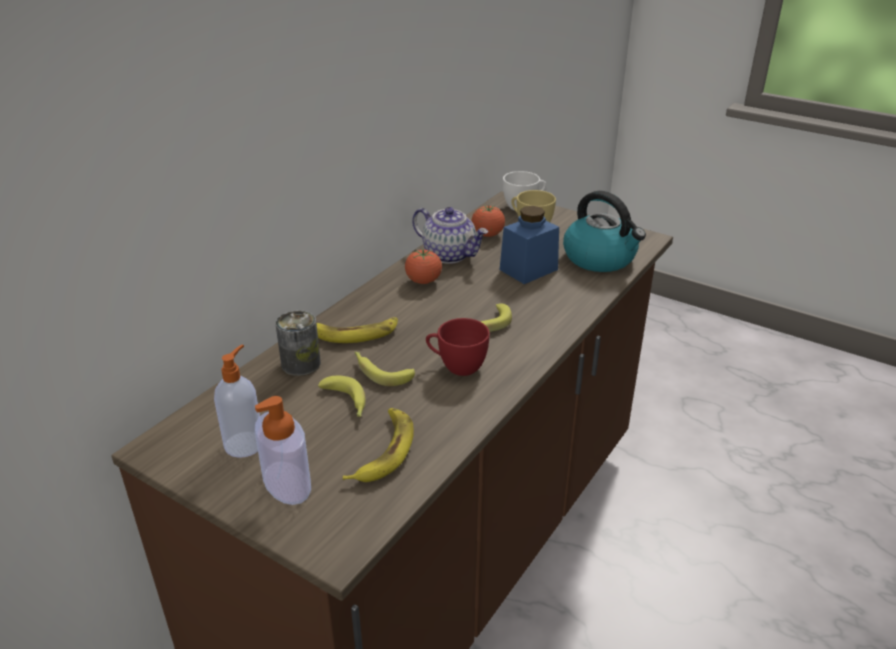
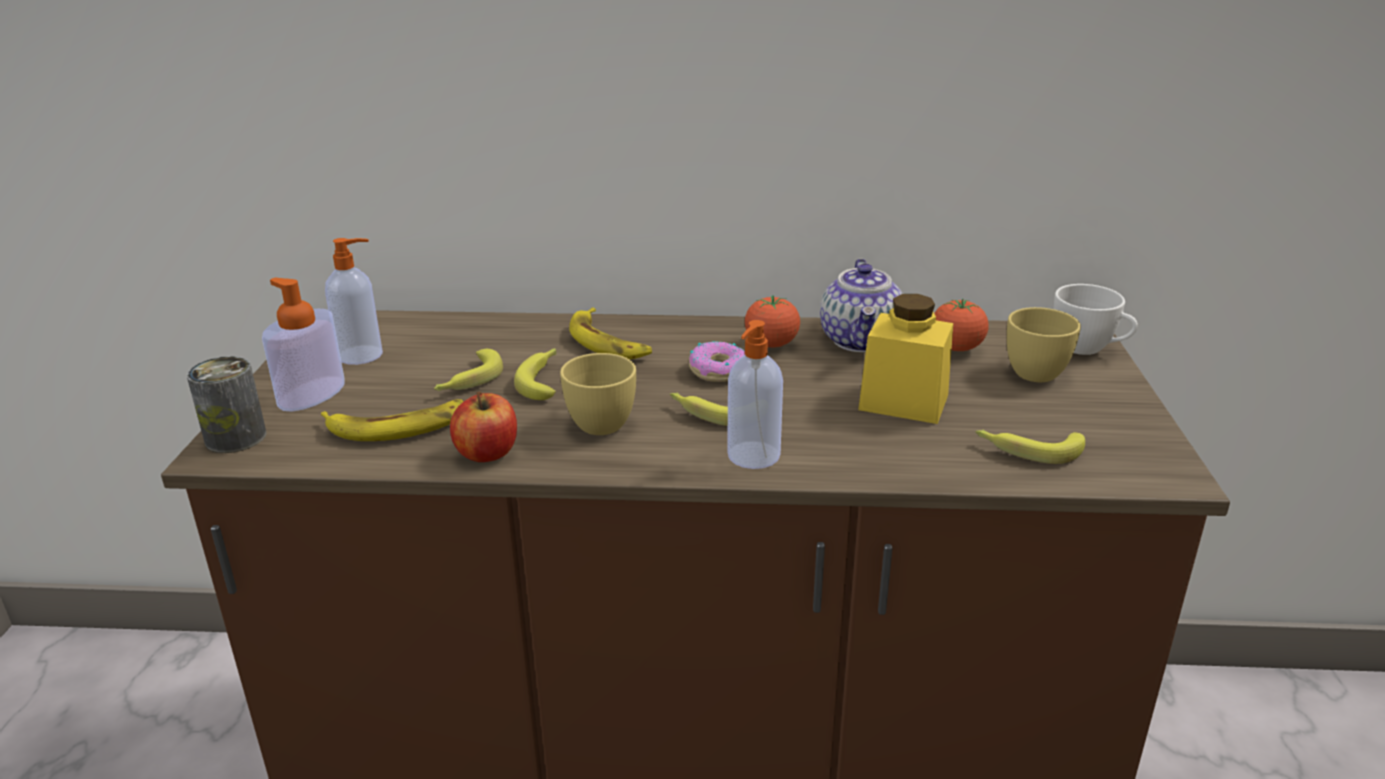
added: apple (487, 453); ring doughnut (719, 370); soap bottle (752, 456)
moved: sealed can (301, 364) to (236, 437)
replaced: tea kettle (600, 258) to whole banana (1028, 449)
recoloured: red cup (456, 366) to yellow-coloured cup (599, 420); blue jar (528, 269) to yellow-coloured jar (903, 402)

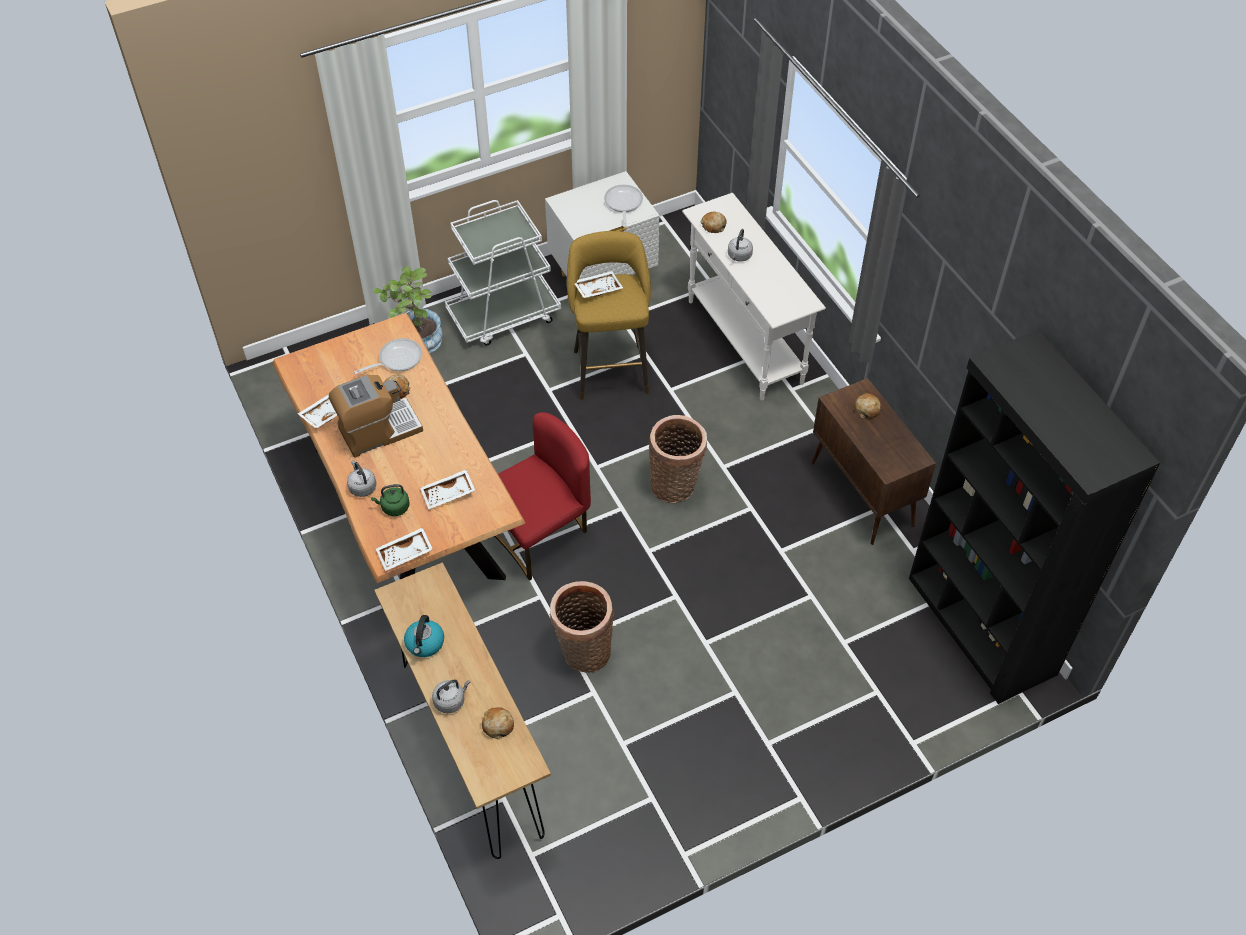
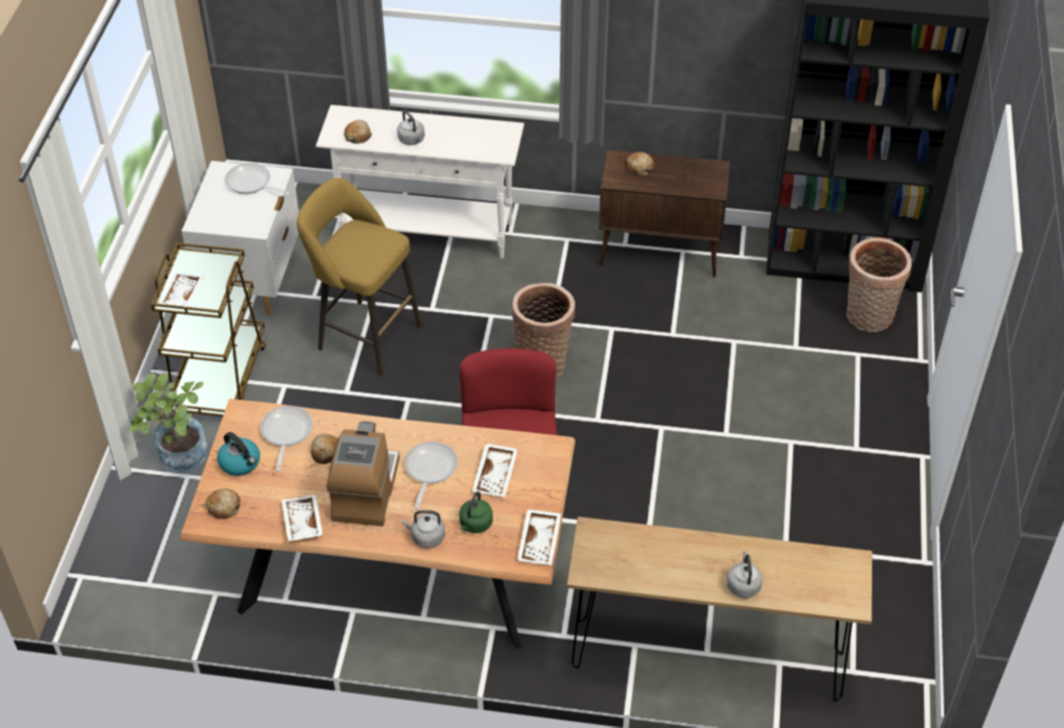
added: pan (429, 470)
moved: tea kettle (425, 644) to (240, 463); baked bread (498, 725) to (224, 507); household basket (583, 652) to (868, 318); white-coloured carrying tray (597, 288) to (181, 295)
recoloured: white-coloured wheeled cart (504, 315) to brownish wheeled cart (219, 376)

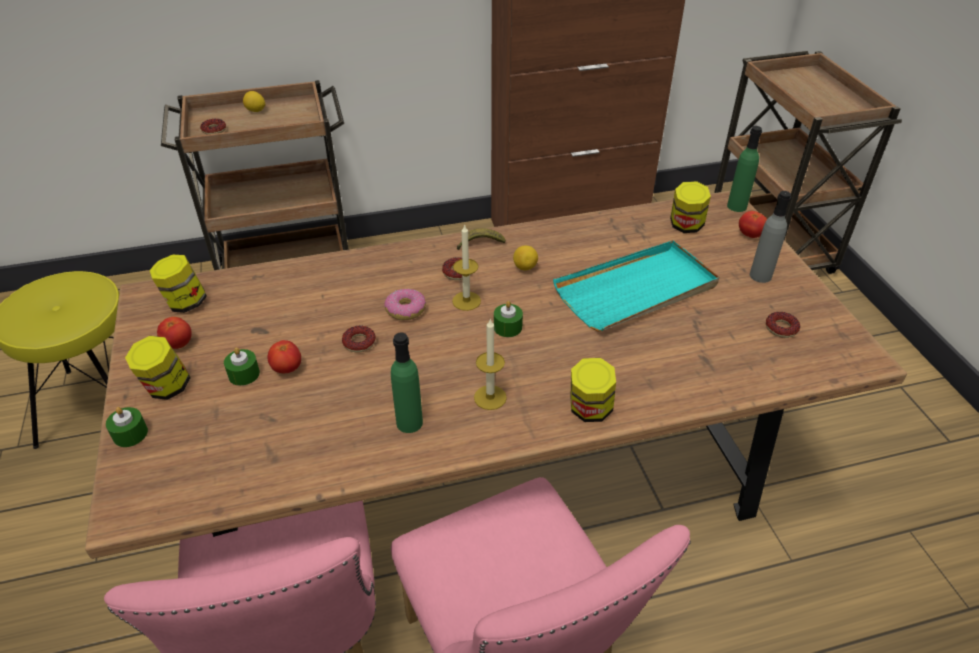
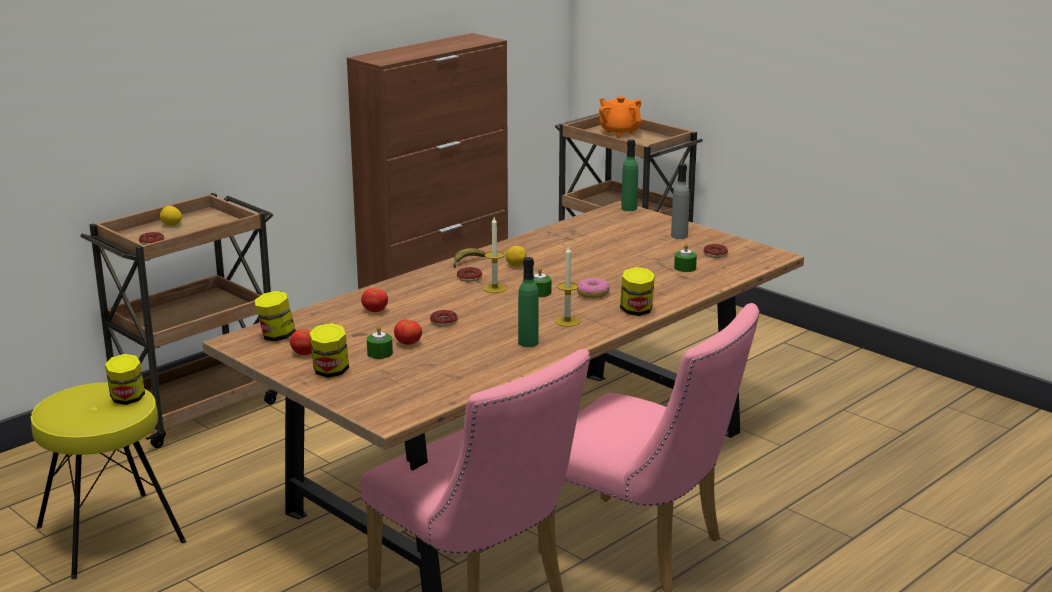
removed: turquoise-coloured carrying tray (637, 290)
added: orange-coloured teapot (619, 132)
moved: green-coloured wax candle (130, 434) to (685, 268); ring doughnut (406, 310) to (592, 294); jar (686, 226) to (127, 399); tomato (750, 235) to (375, 311)

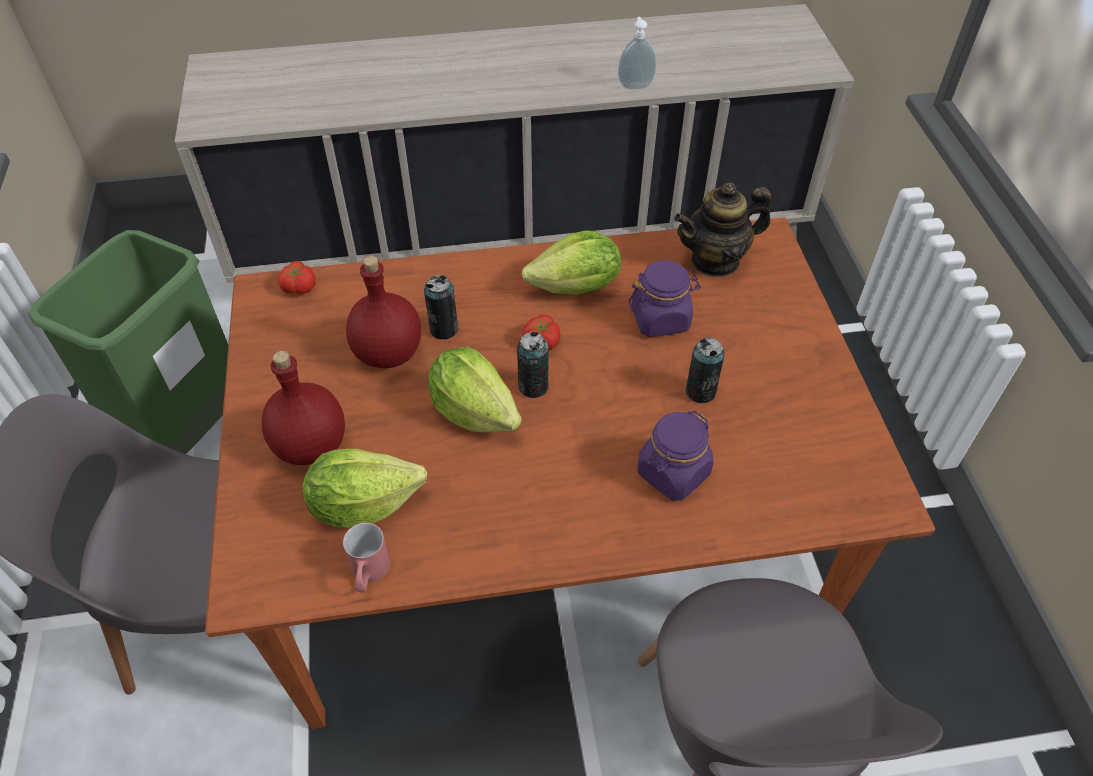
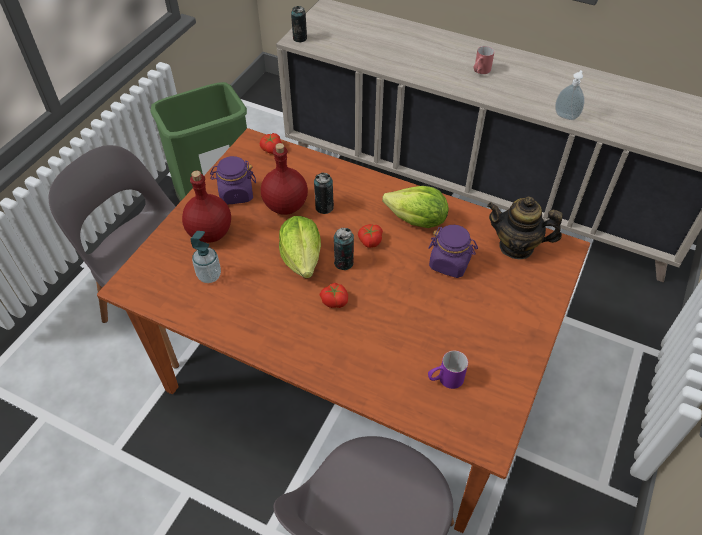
added: tomato (335, 300); purplish tea mug (445, 379)
moved: red tea mug (369, 575) to (480, 71); purplish jar (673, 473) to (236, 194); sealed can (700, 392) to (300, 38)
replaced: head of lettuce (363, 504) to soap bottle (209, 275)

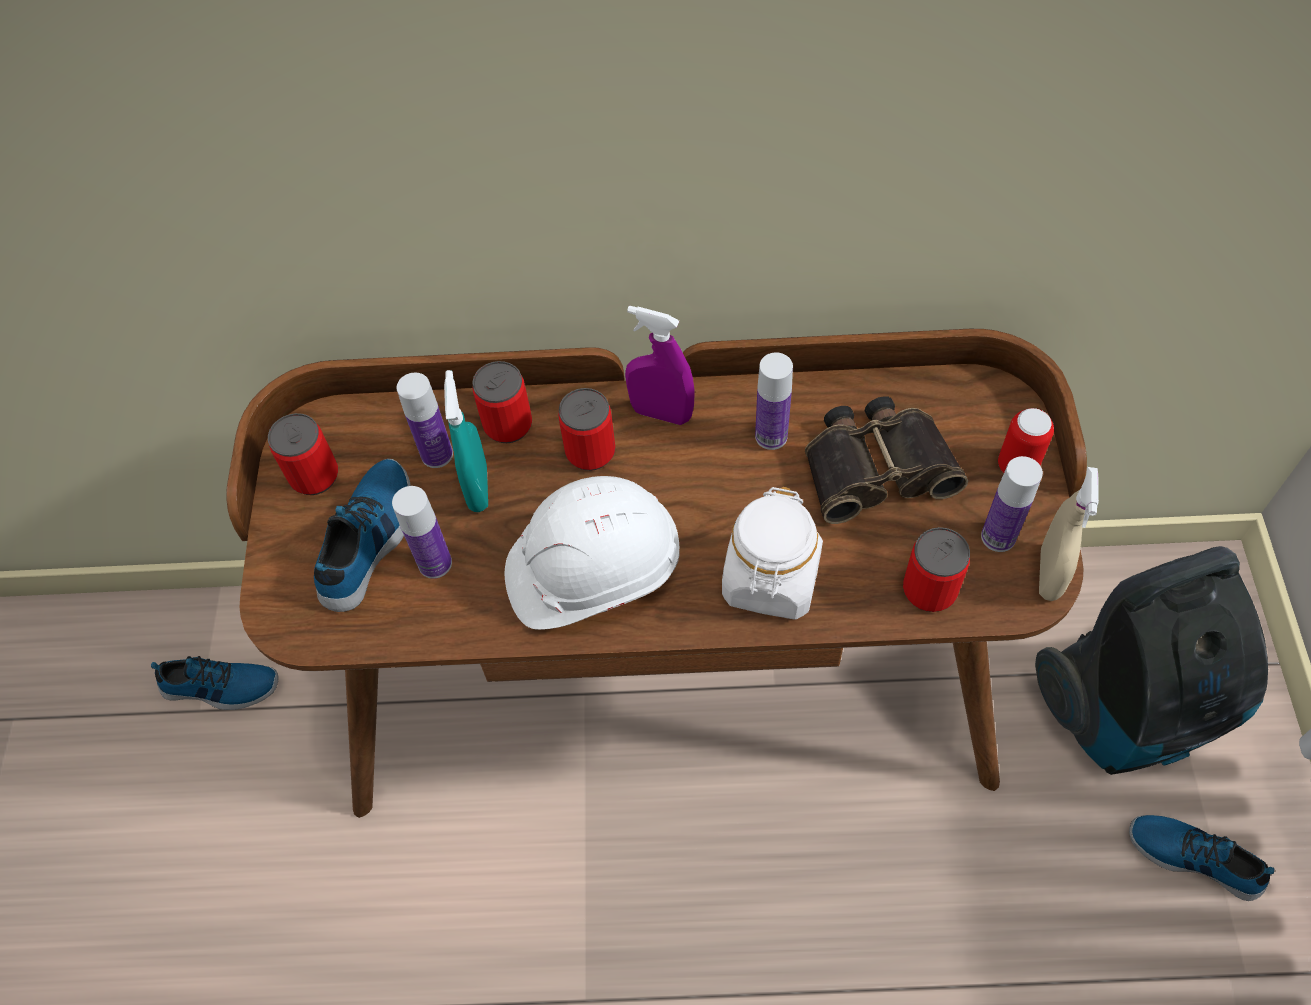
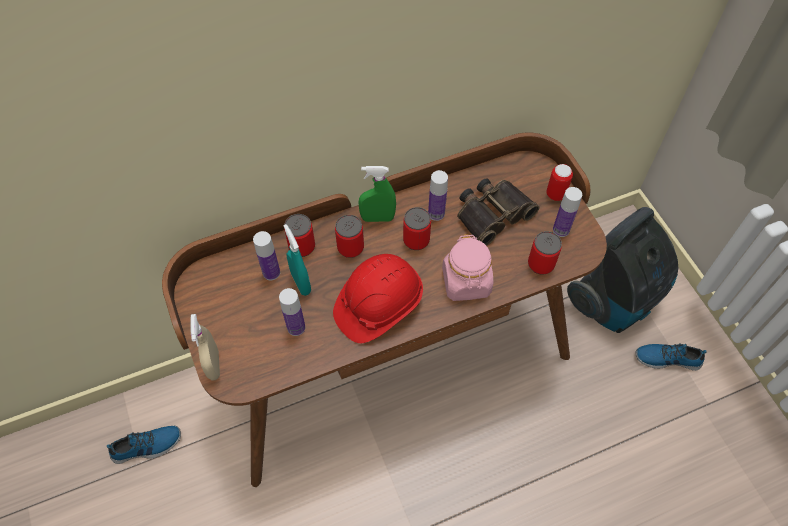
removed: low shoe (369, 540)
moved: sealed can (314, 476) to (416, 240); sand-coloured spray bottle (1049, 574) to (214, 365)
recoloured: white-coloured safety helmet (592, 570) to red safety helmet (378, 305); purplish spray bottle (661, 413) to green-coloured spray bottle (377, 218); white-coloured jar (771, 579) to pink jar (466, 282)

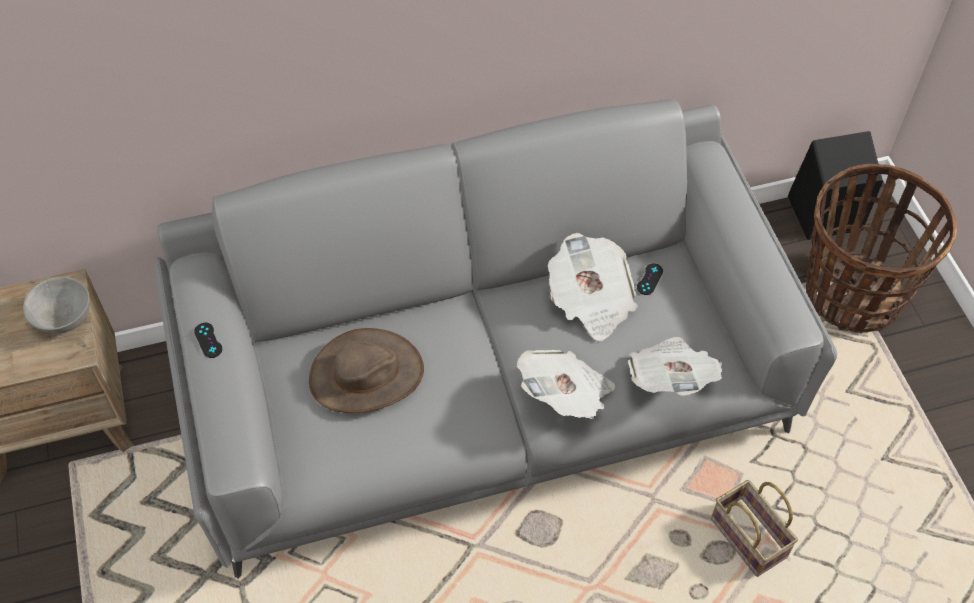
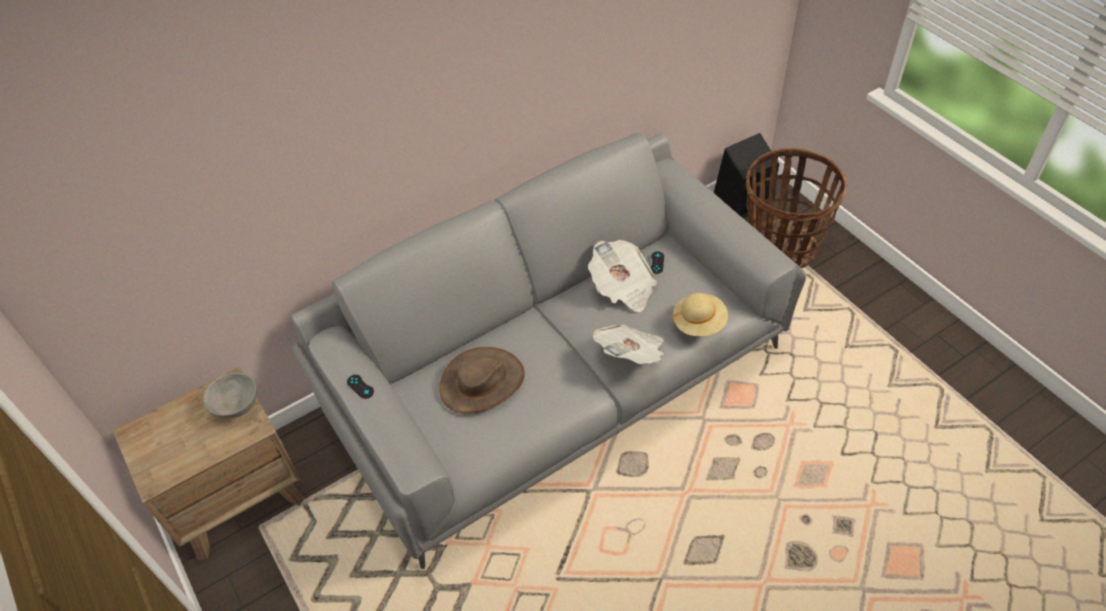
removed: household basket (746, 537)
replaced: daily paper (670, 378) to sand-coloured wearable hat (699, 323)

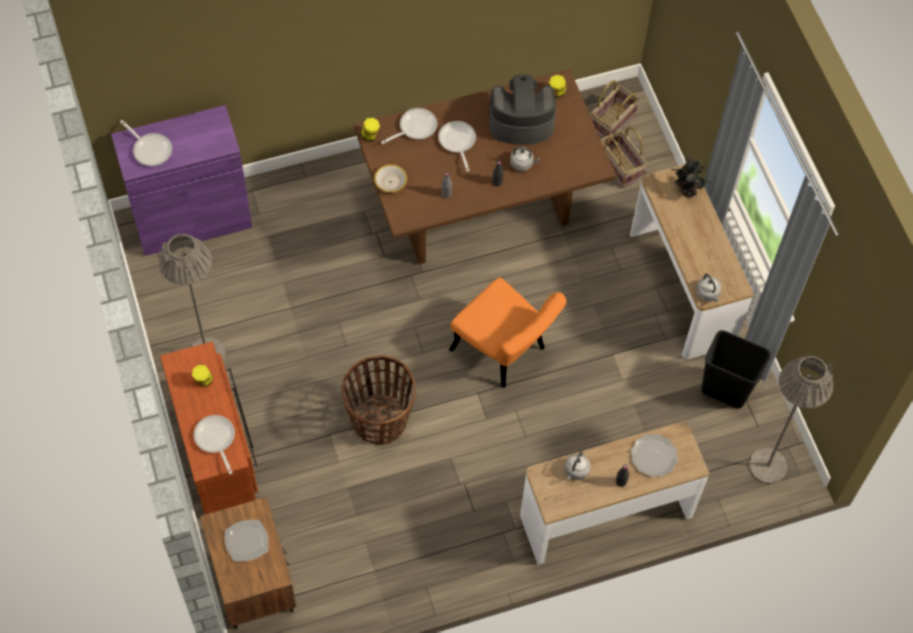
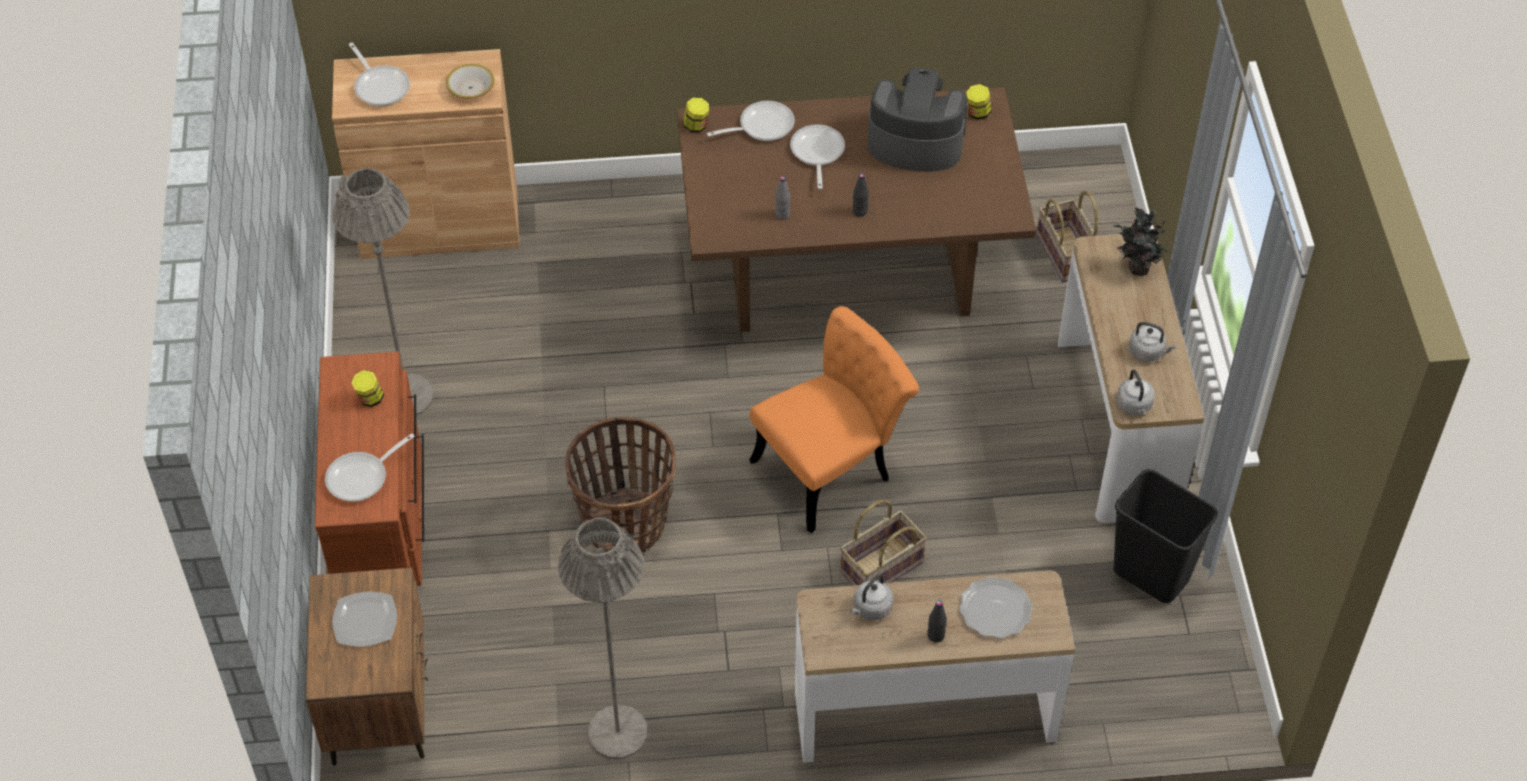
moved: serving bowl (390, 182) to (470, 88); gray tea kettle (522, 163) to (1148, 352); household basket (613, 122) to (882, 568); gray floor lamp (767, 466) to (617, 732)
recoloured: purplish cupboard (192, 219) to brownish cupboard (439, 224)
turned: pan (215, 439) = (362, 477) 120 degrees counterclockwise; orange-coloured plain chair (504, 353) = (832, 467) 90 degrees counterclockwise

